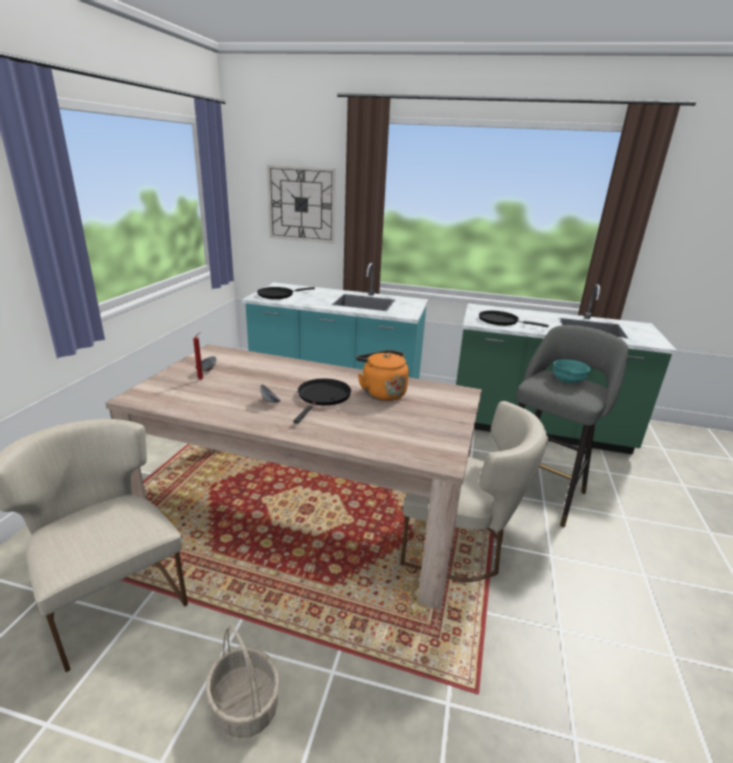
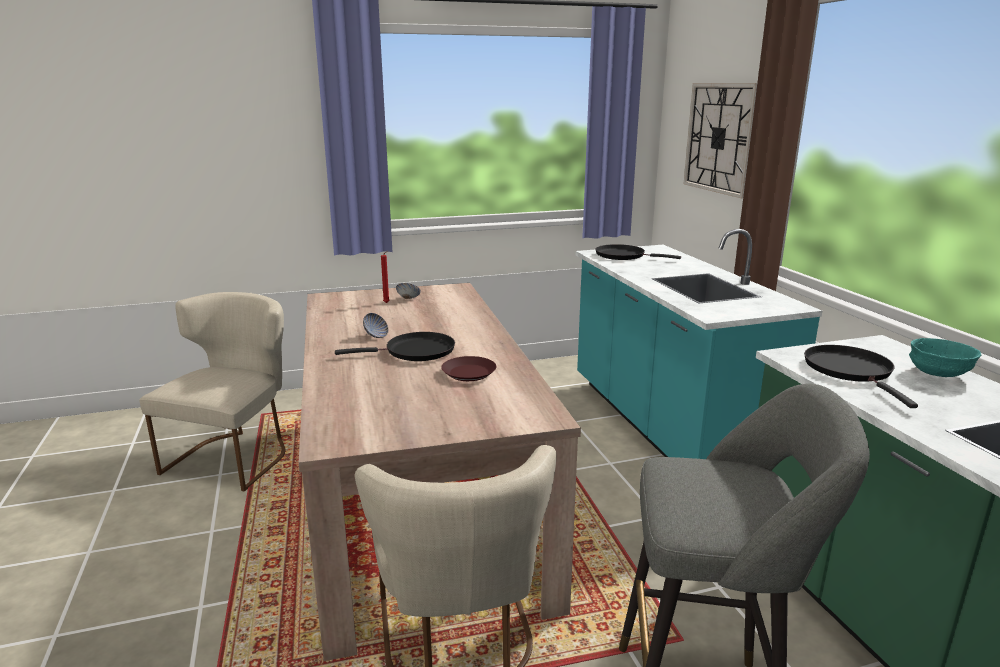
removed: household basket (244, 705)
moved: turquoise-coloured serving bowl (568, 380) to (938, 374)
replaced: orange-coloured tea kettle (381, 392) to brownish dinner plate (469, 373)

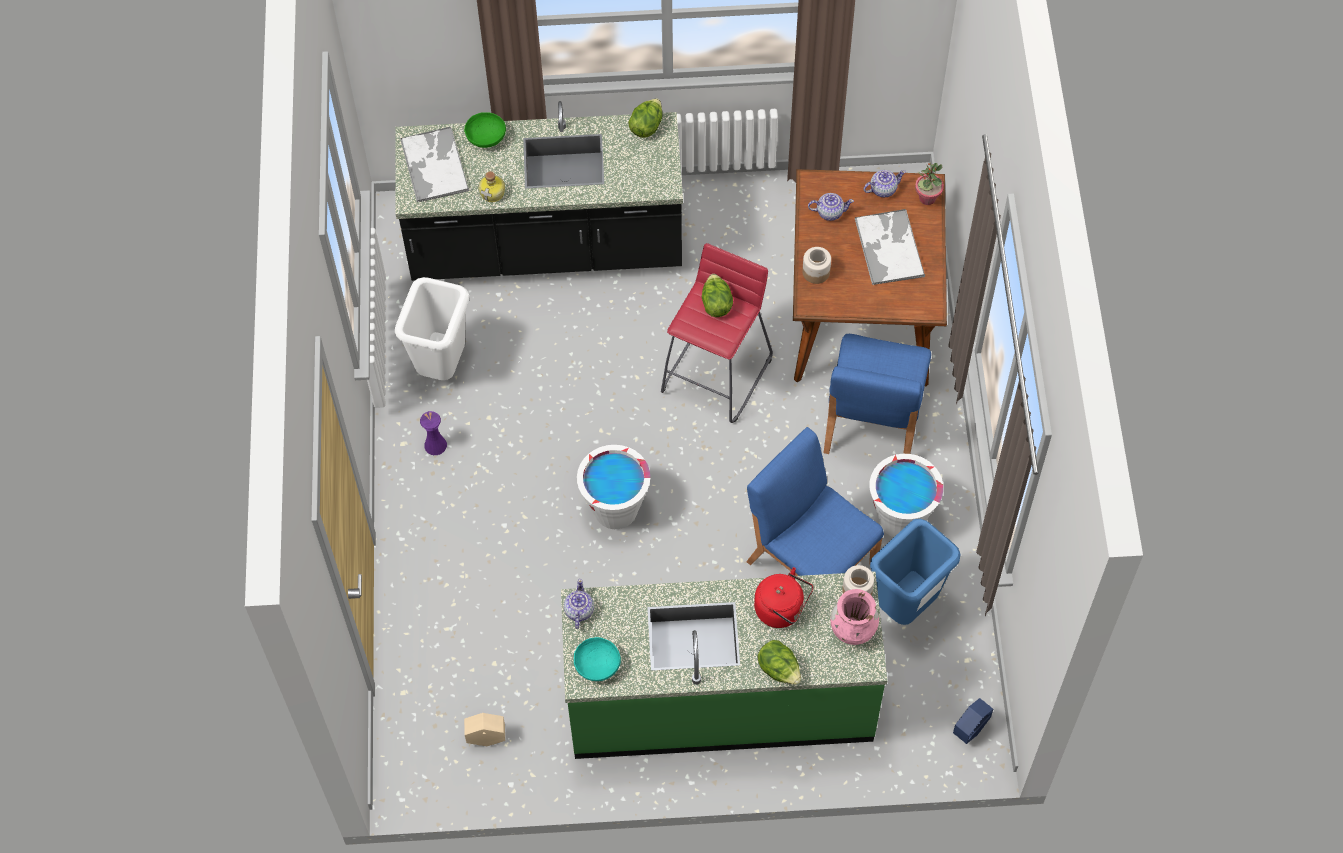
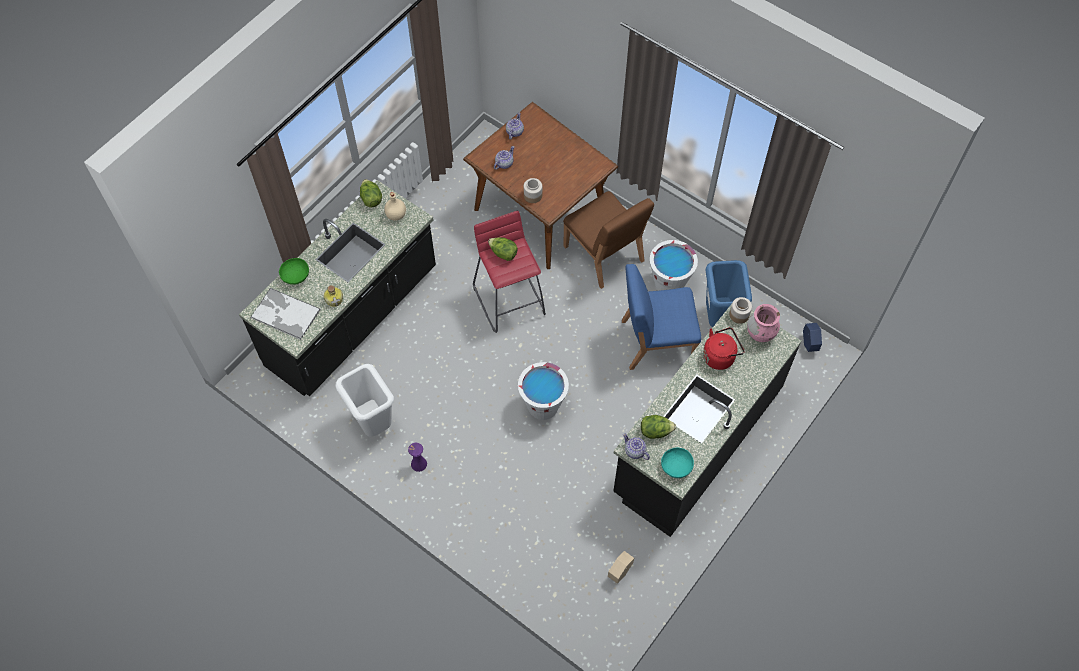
removed: carrying tray (889, 247); plant in a pot (927, 198)
added: sand-coloured drink bottle (396, 215)
moved: head of lettuce (779, 669) to (655, 431)
recoloured: green-coloured kitchen base unit (720, 699) to blackish kitchen base unit (696, 441); blue plain chair (872, 421) to brownish plain chair (604, 254)

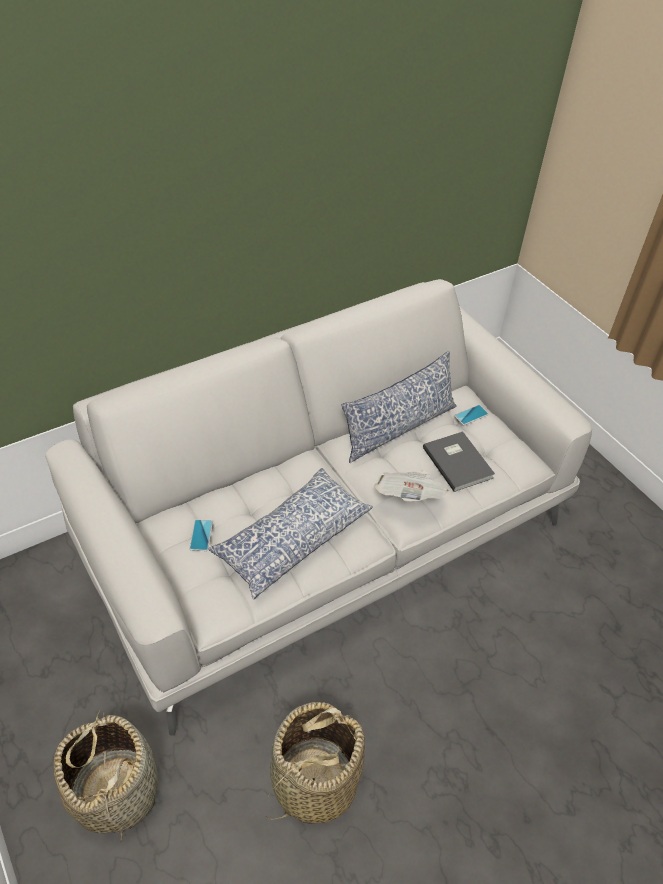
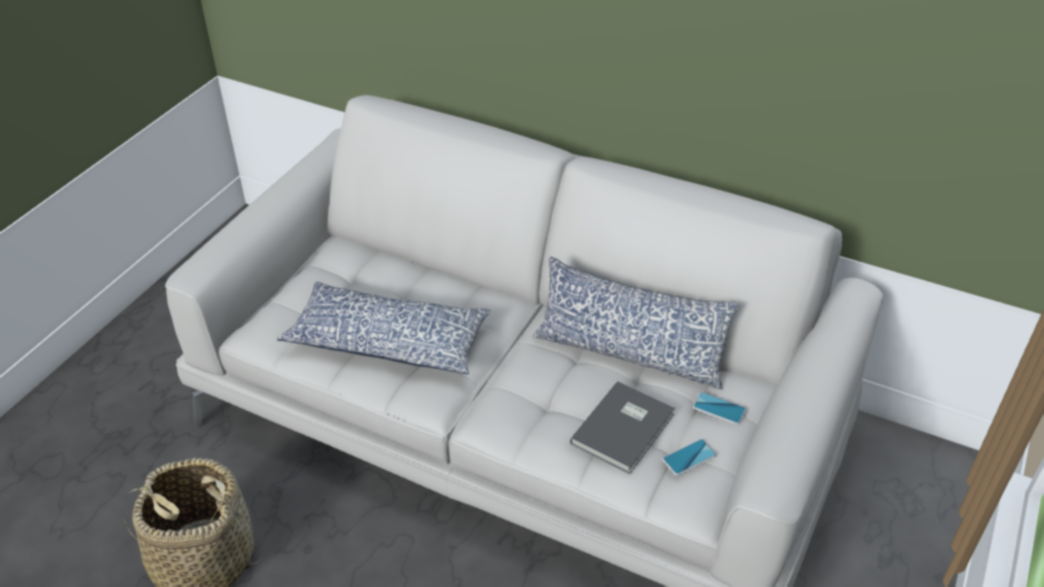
removed: household basket (115, 790); daily paper (409, 497)
moved: telephone (201, 535) to (689, 458)

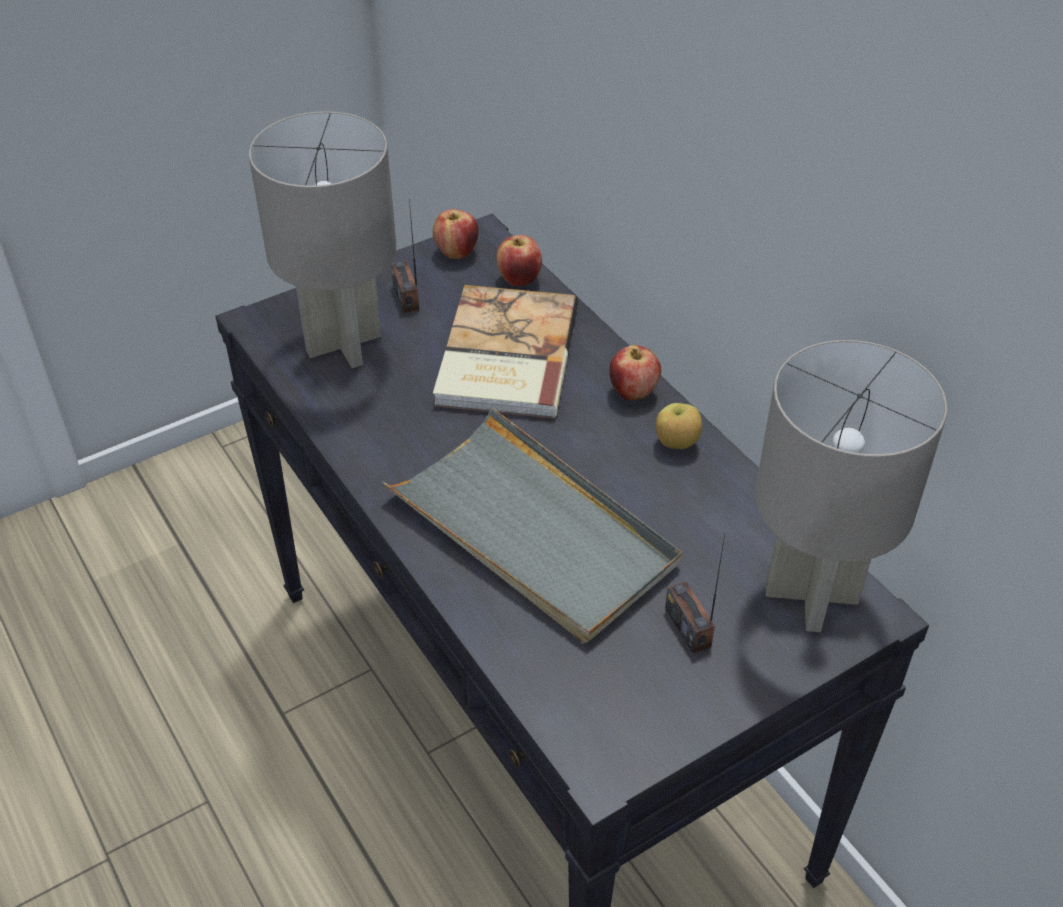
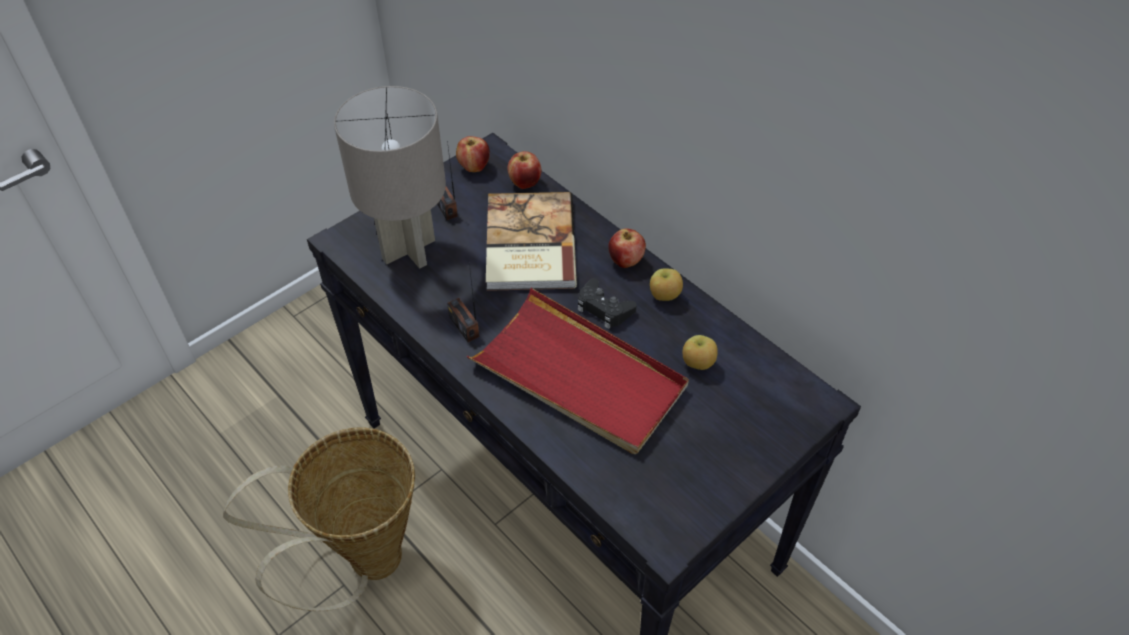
removed: gray table lamp (813, 596)
added: household basket (363, 564); blackish gamepad (604, 308); apple (697, 364)
moved: radio set (688, 627) to (464, 326)
recoloured: gray carrying tray (533, 531) to red carrying tray (579, 376)

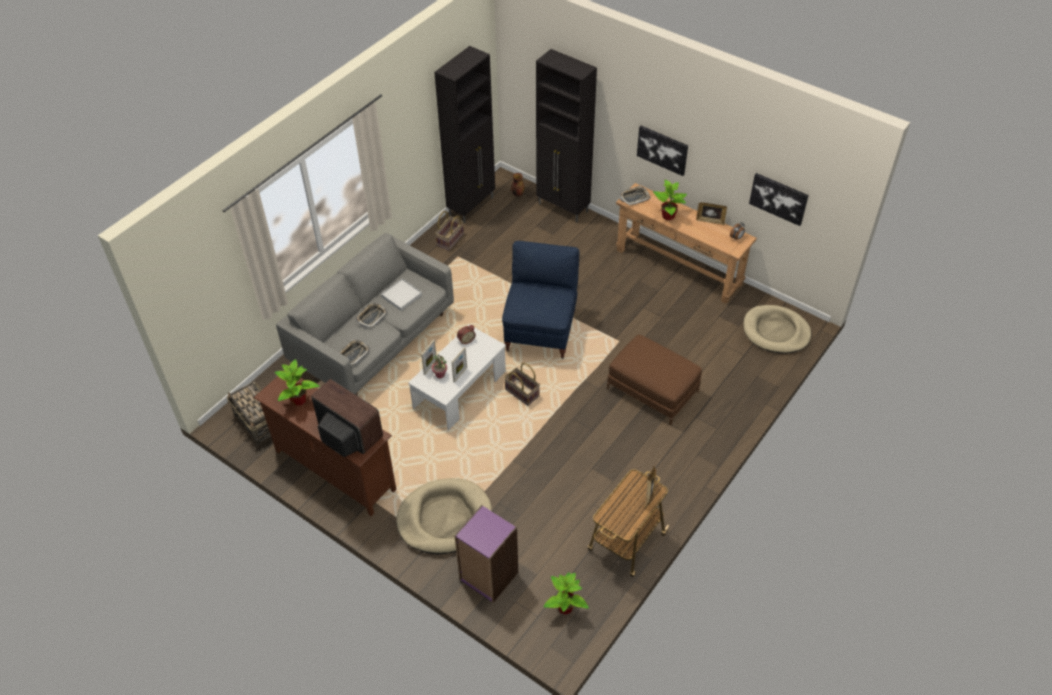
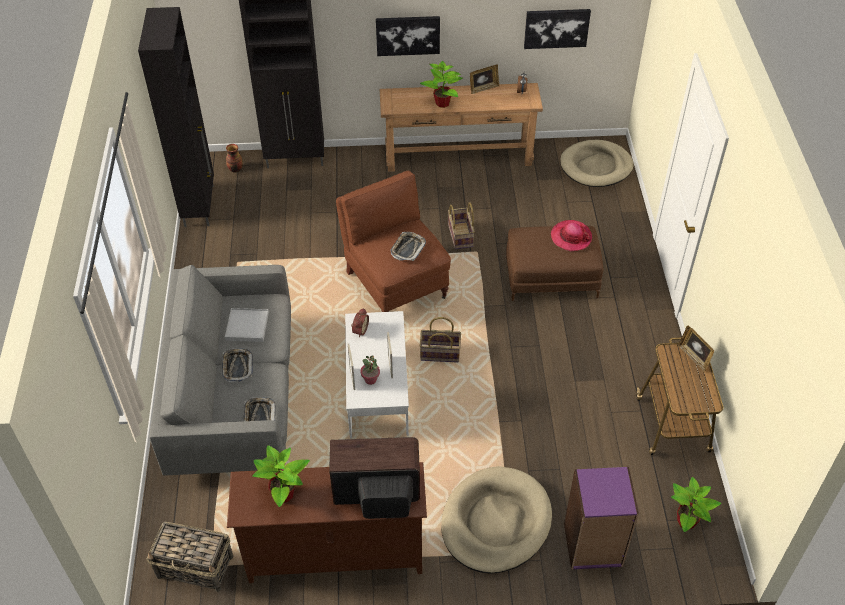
added: wearable hat (571, 237)
moved: household basket (450, 239) to (461, 236); carrying tray (634, 197) to (408, 248)
recoloured: blue lounge chair (541, 330) to brownish lounge chair (395, 284)

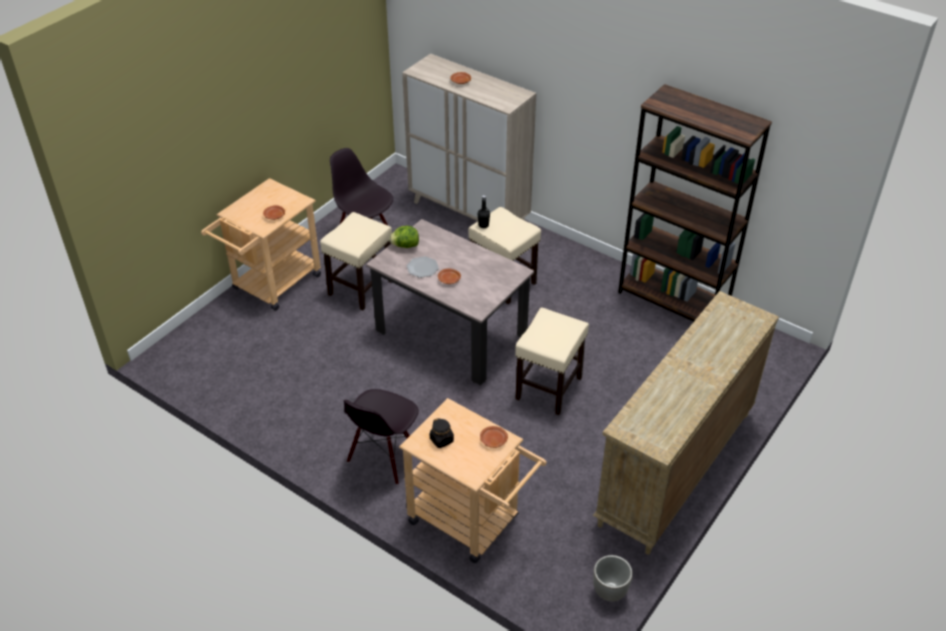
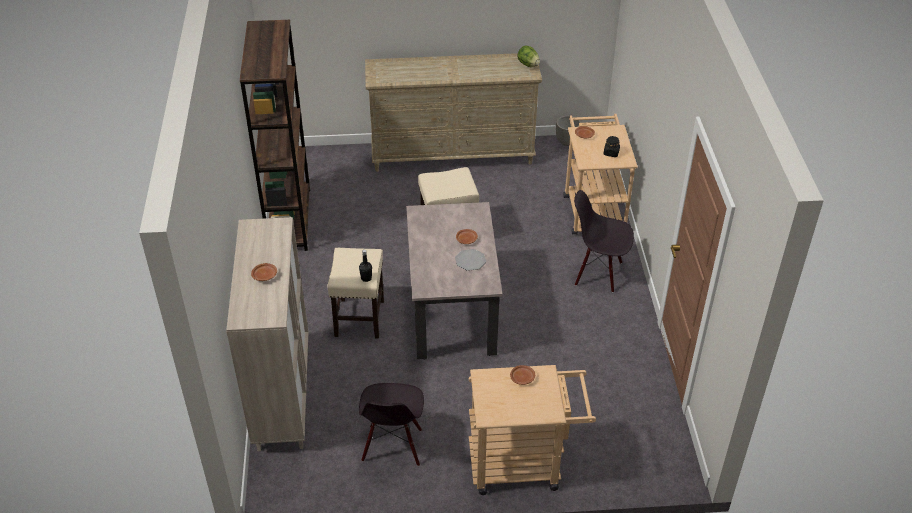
removed: sand-coloured sitting stool (361, 287)
moved: head of lettuce (405, 246) to (528, 64)
turned: blackish plain chair (383, 457) = (598, 273) 150 degrees counterclockwise

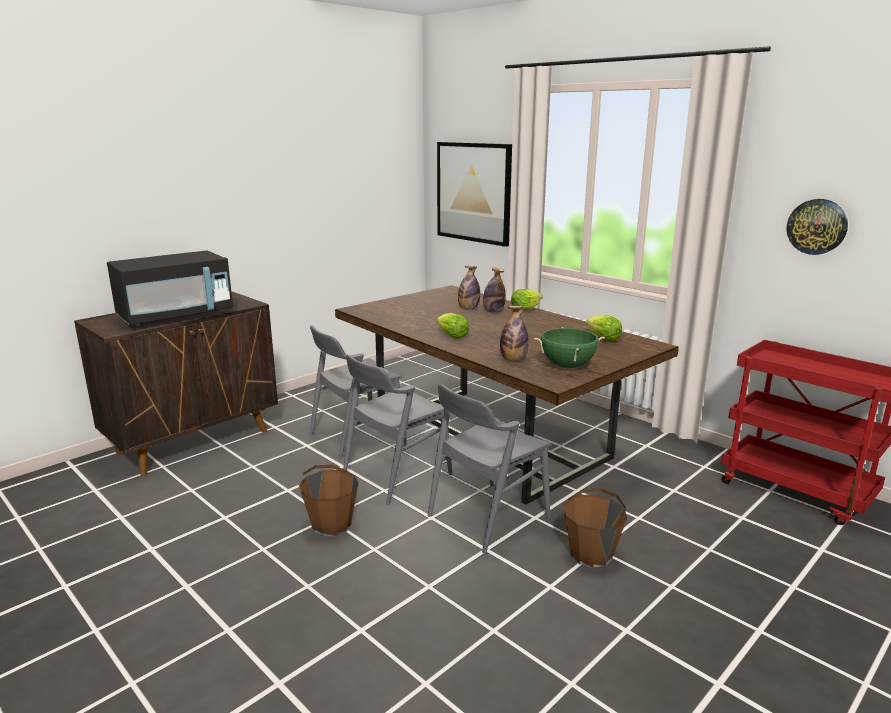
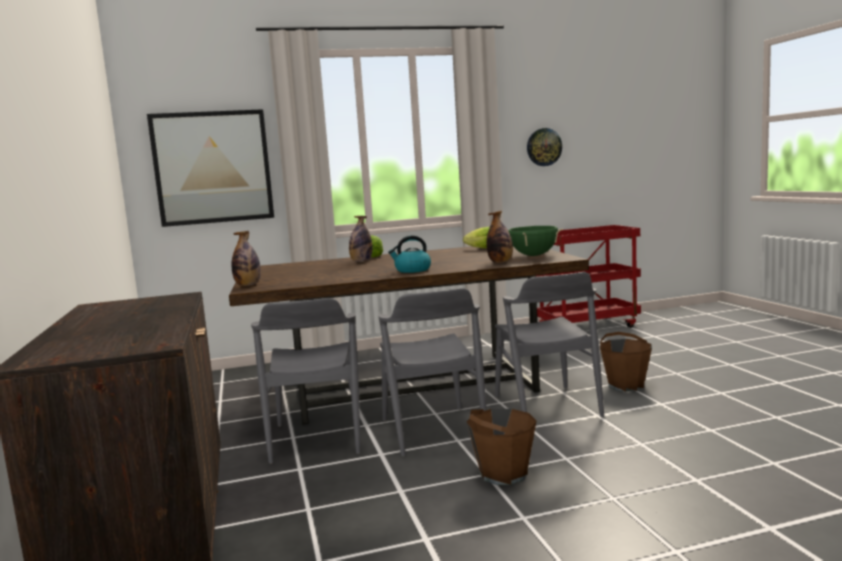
removed: blackish microwave (176, 316)
moved: drink bottle (468, 308) to (248, 285)
replaced: head of lettuce (452, 336) to tea kettle (412, 270)

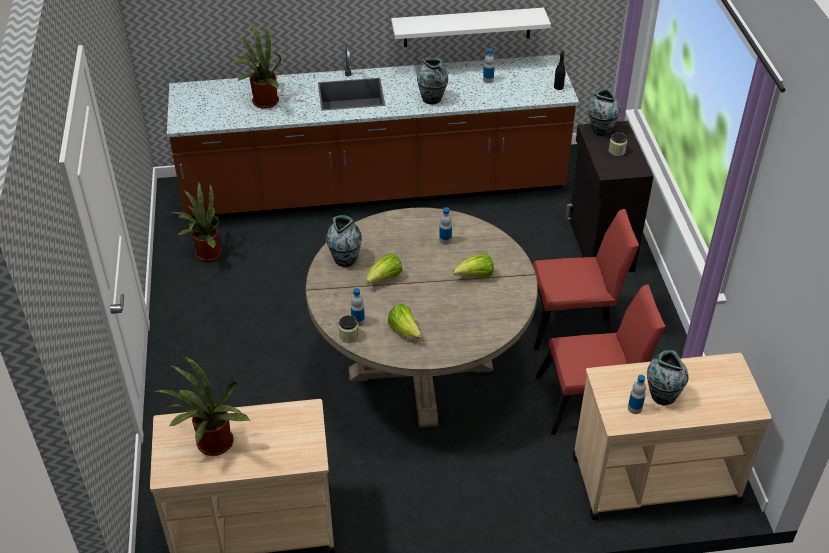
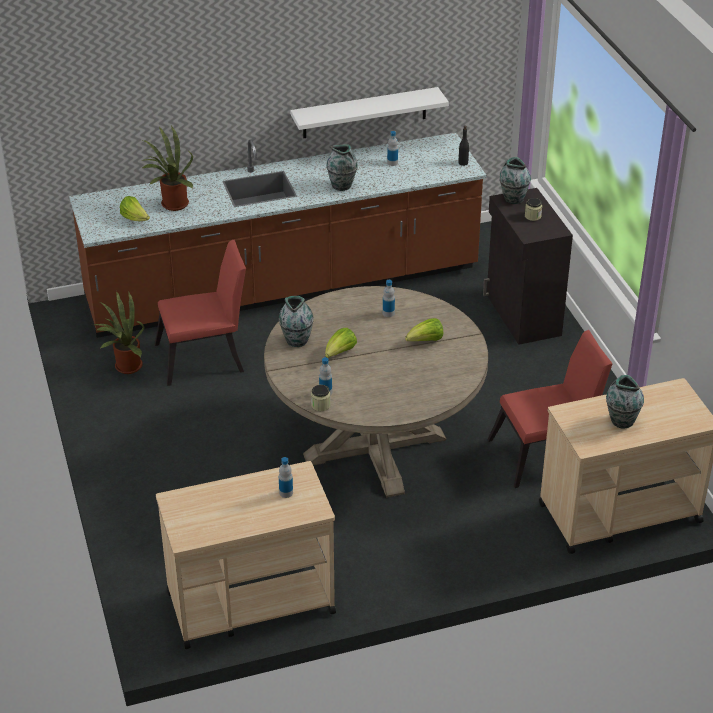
removed: plant in a pot (212, 445)
moved: head of lettuce (405, 331) to (135, 219); red plain chair (573, 322) to (206, 357); drink bottle (634, 408) to (286, 493)

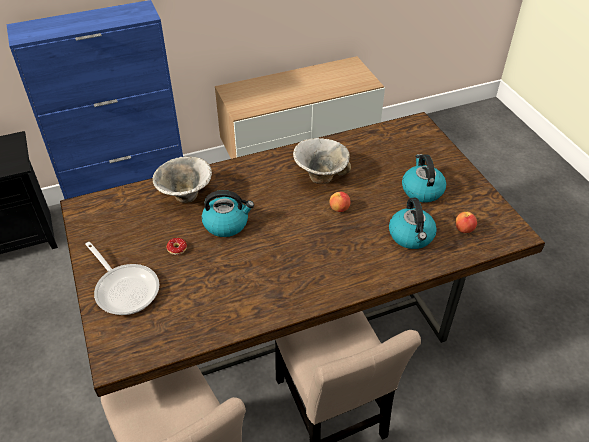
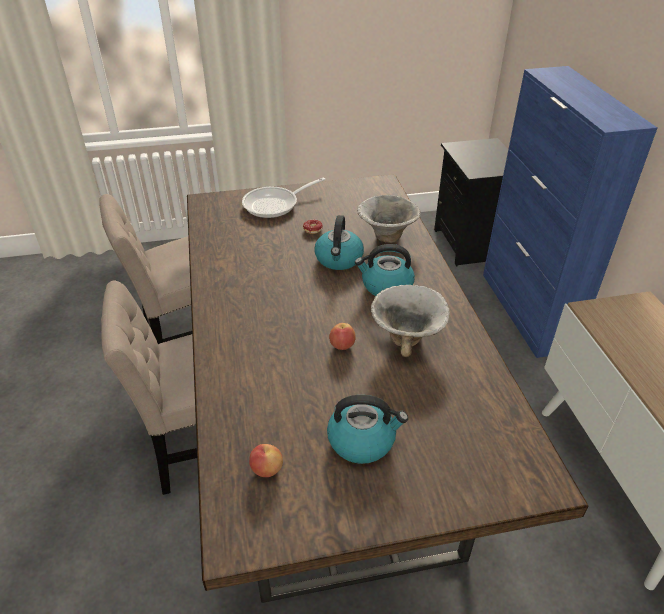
moved: tea kettle (411, 236) to (386, 286)

